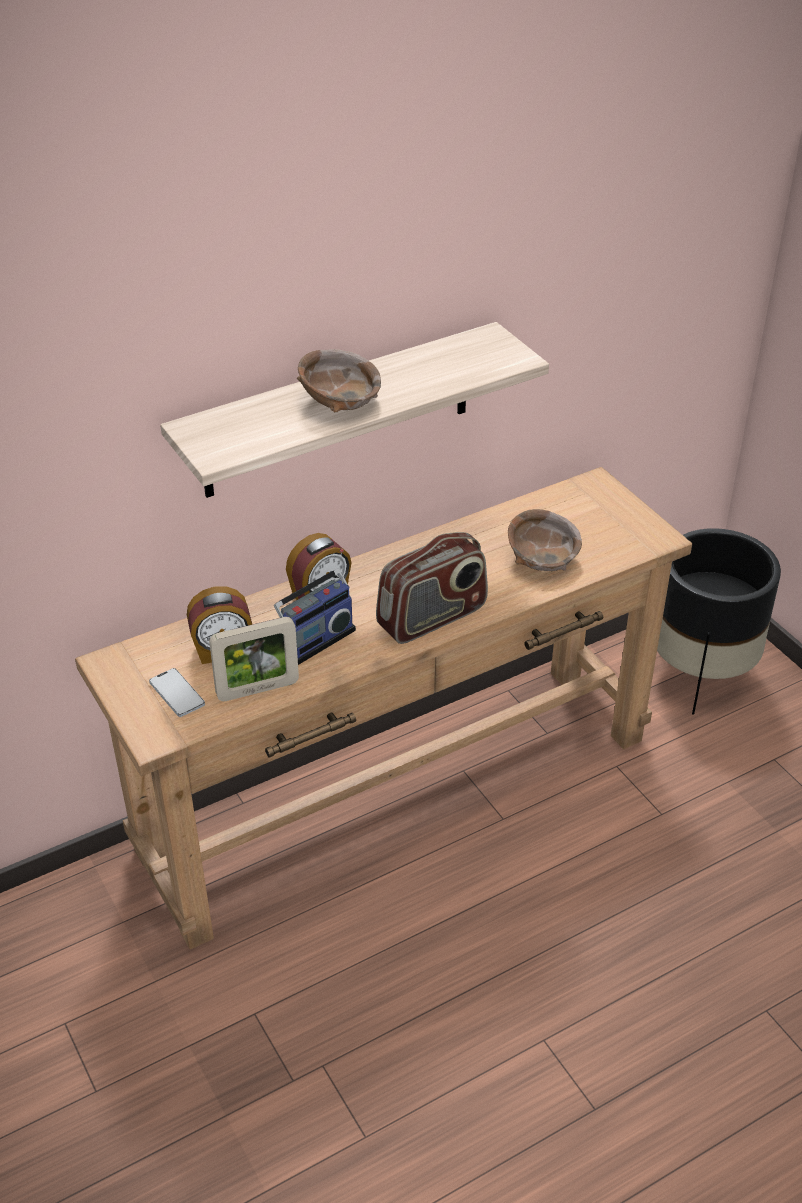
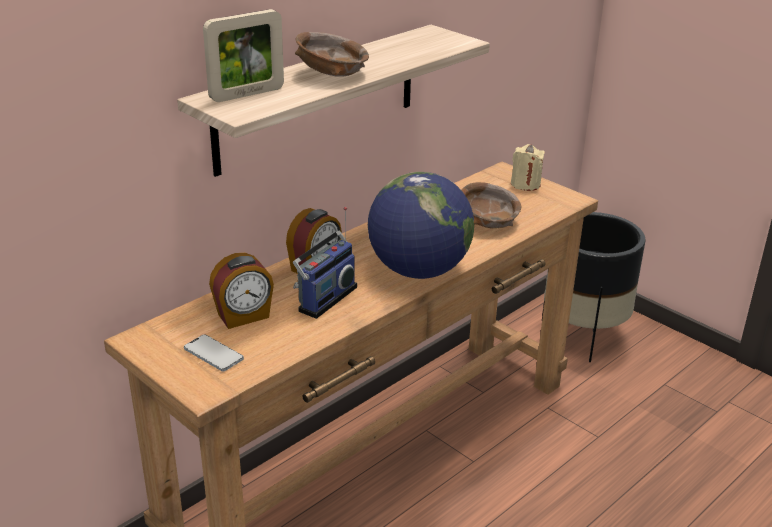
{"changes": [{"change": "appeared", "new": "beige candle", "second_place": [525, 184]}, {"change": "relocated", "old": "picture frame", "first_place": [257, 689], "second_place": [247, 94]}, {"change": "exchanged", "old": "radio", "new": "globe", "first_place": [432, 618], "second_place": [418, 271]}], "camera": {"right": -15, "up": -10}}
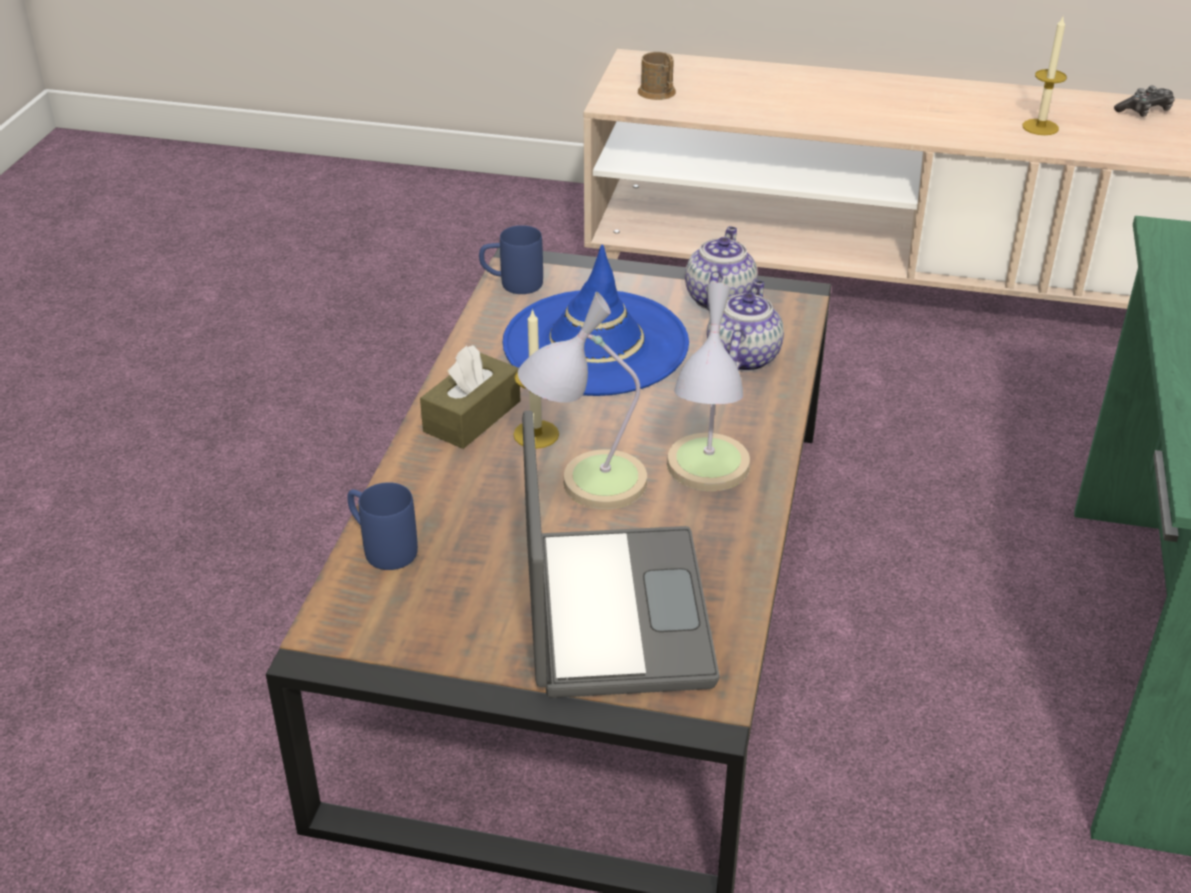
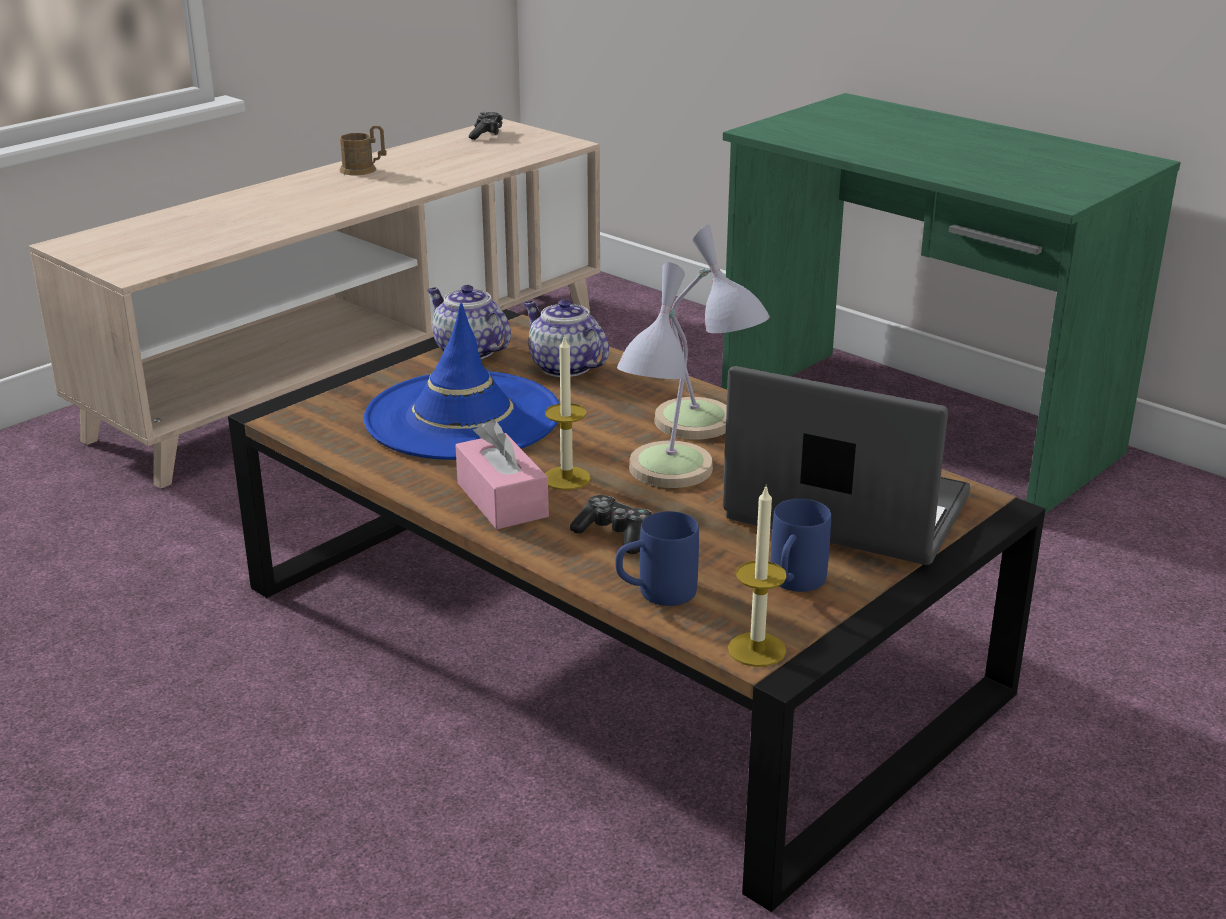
{"changes": [{"change": "appeared", "new": "game controller", "second_place": [615, 534]}, {"change": "relocated", "old": "blue mug", "first_place": [512, 284], "second_place": [793, 584]}, {"change": "relocated", "old": "brown mug", "first_place": [659, 94], "second_place": [363, 170]}, {"change": "relocated", "old": "candle", "first_place": [1040, 127], "second_place": [757, 649]}, {"change": "colour", "old": "brown tissue box", "new": "pink tissue box", "first_place": [472, 416], "second_place": [502, 500]}], "camera": {"right": -60, "up": -10}}
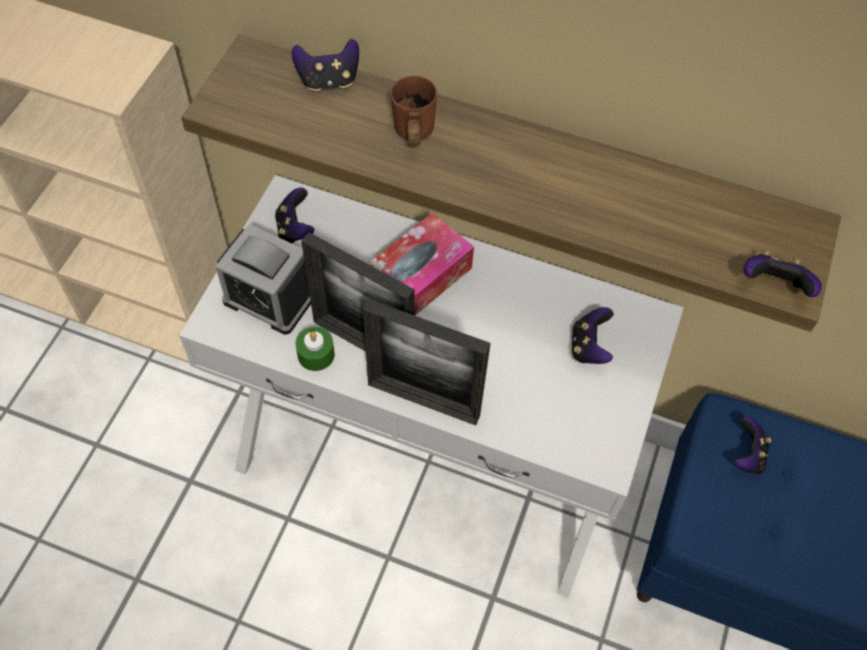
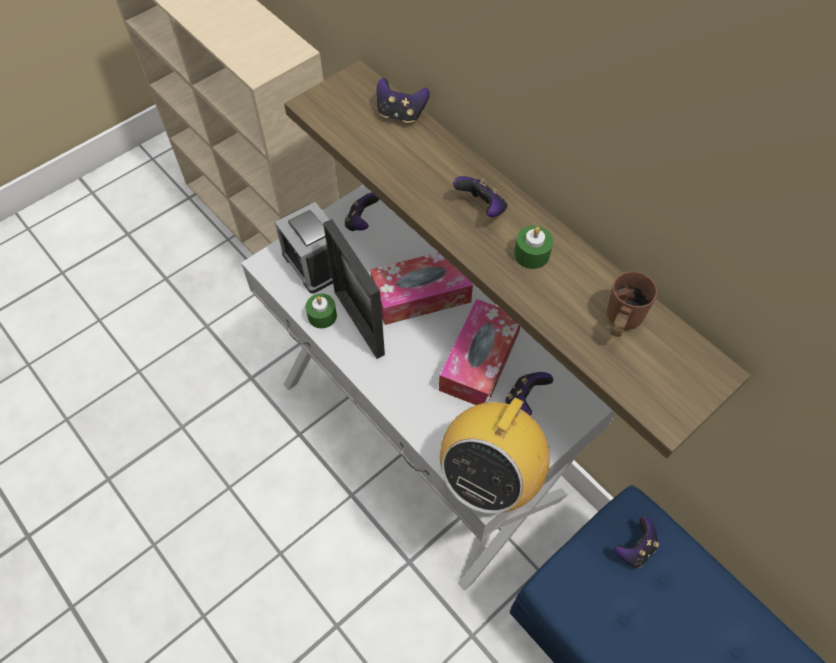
{"changes": [{"change": "missing", "old": "picture frame", "first_place": [423, 400]}, {"change": "appeared", "new": "tissue box", "second_place": [479, 360]}, {"change": "appeared", "new": "radio", "second_place": [489, 476]}, {"change": "appeared", "new": "green candle", "second_place": [531, 254]}, {"change": "relocated", "old": "brown mug", "first_place": [409, 136], "second_place": [616, 321]}, {"change": "relocated", "old": "game controller", "first_place": [774, 286], "second_place": [481, 208]}], "camera": {"right": 30, "up": 0}}
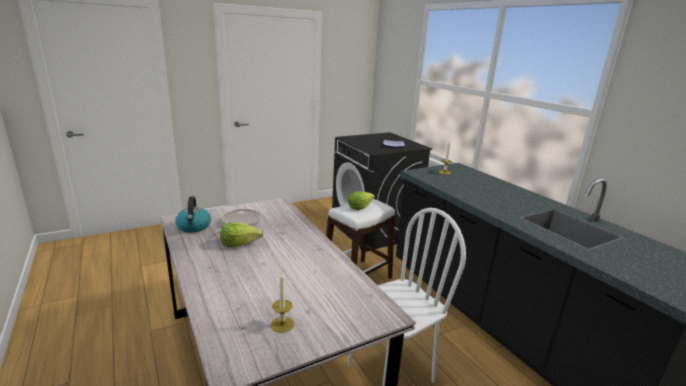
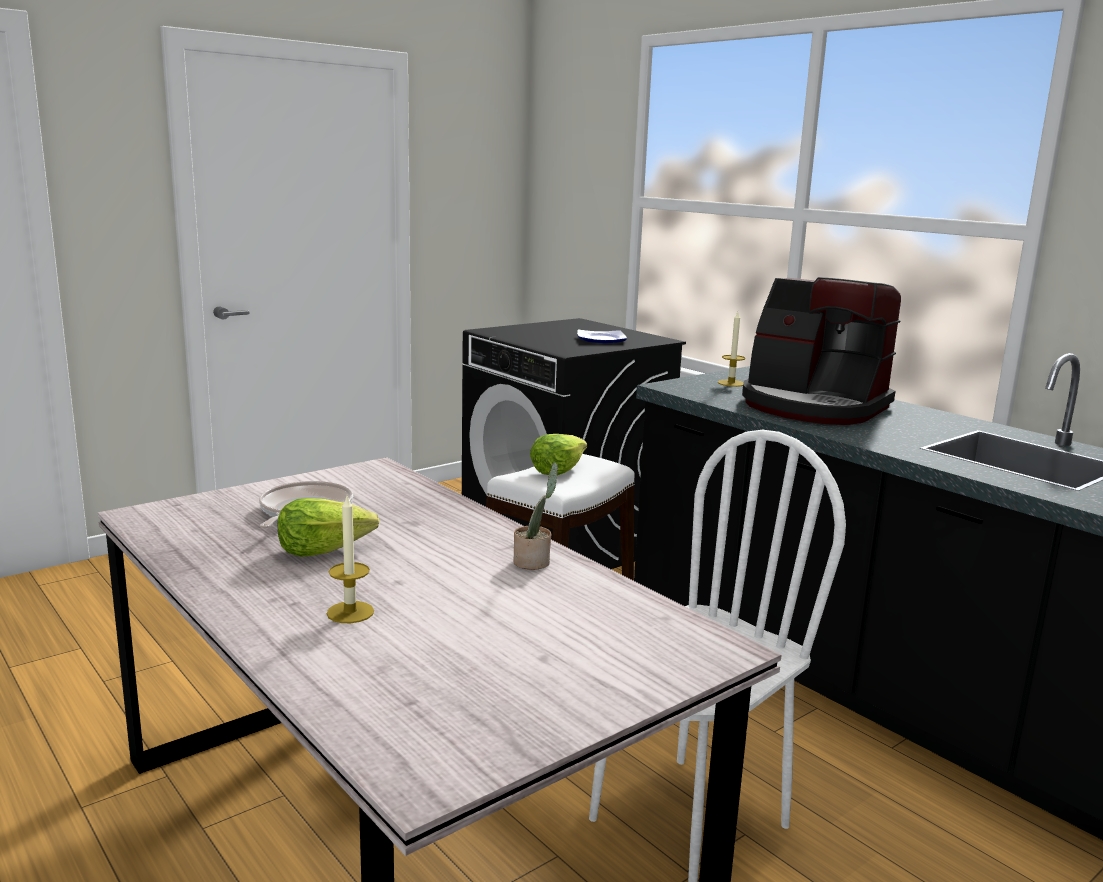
{"changes": [{"change": "missing", "old": "kettle", "first_place": [194, 227]}, {"change": "appeared", "new": "potted plant", "second_place": [534, 562]}, {"change": "appeared", "new": "coffee machine", "second_place": [813, 406]}, {"change": "relocated", "old": "candle", "first_place": [282, 324], "second_place": [350, 612]}], "camera": {"right": -10, "up": -5}}
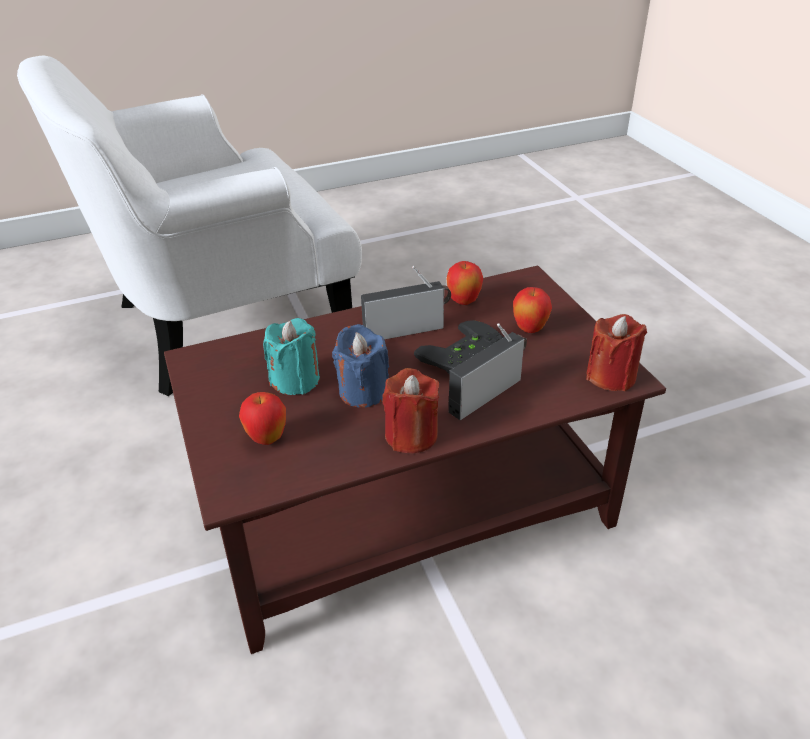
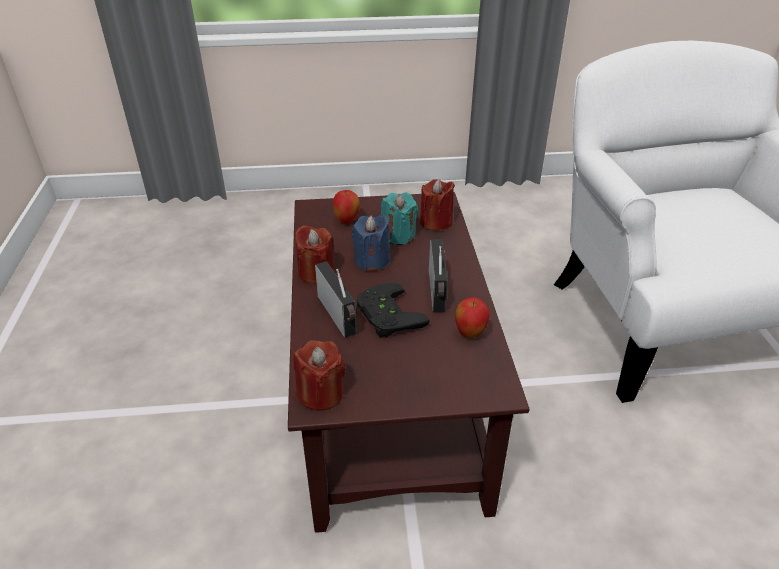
{"changes": [{"change": "missing", "old": "apple", "first_place": [529, 329]}, {"change": "appeared", "new": "red candle", "second_place": [436, 222]}], "camera": {"right": 105, "up": 0}}
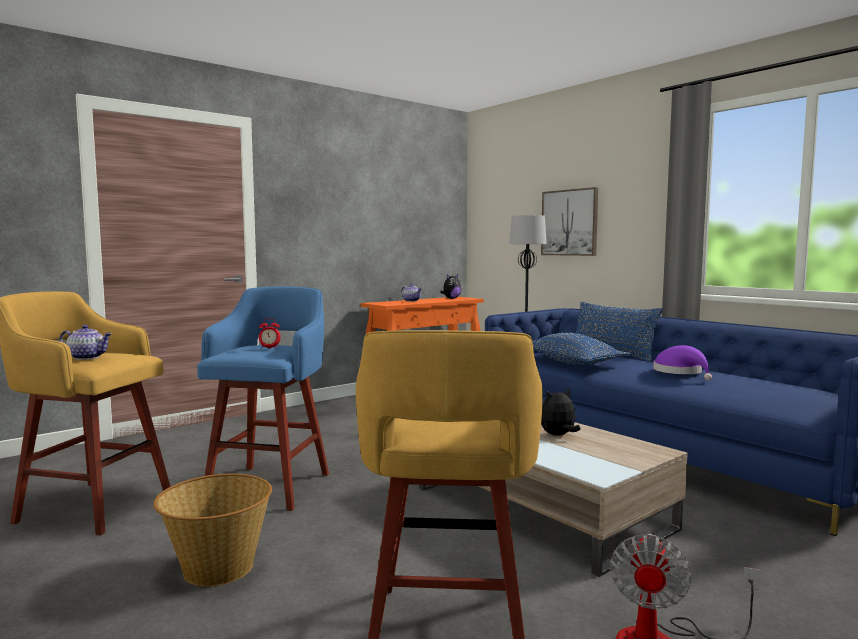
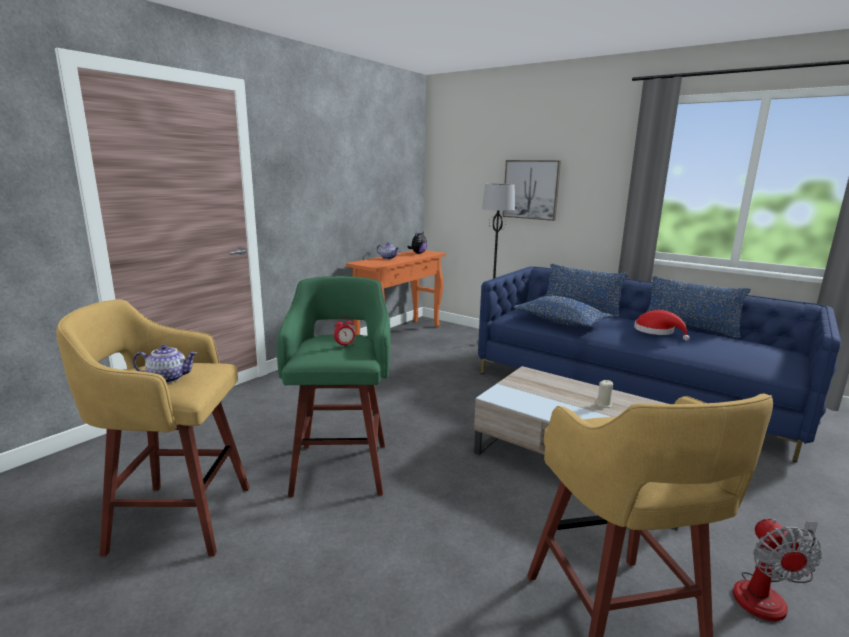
{"changes": [{"change": "missing", "old": "basket", "first_place": [217, 569]}, {"change": "appeared", "new": "blue pillow", "second_place": [690, 328]}, {"change": "exchanged", "old": "plush toy", "new": "beige candle", "first_place": [558, 435], "second_place": [603, 405]}, {"change": "colour", "old": "blue stool", "new": "green stool", "first_place": [271, 485], "second_place": [341, 466]}, {"change": "colour", "old": "purple hat", "new": "red hat", "first_place": [680, 372], "second_place": [657, 331]}], "camera": {"right": -15, "up": 10}}
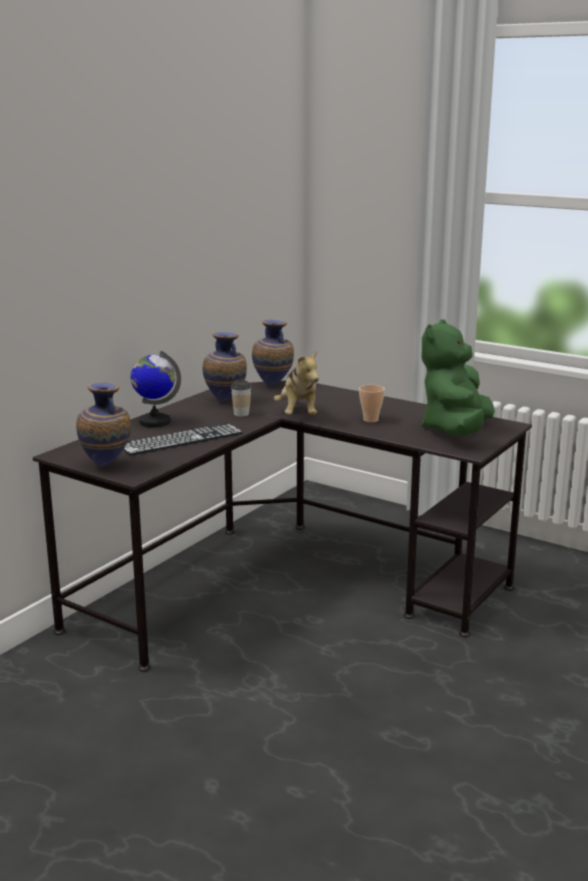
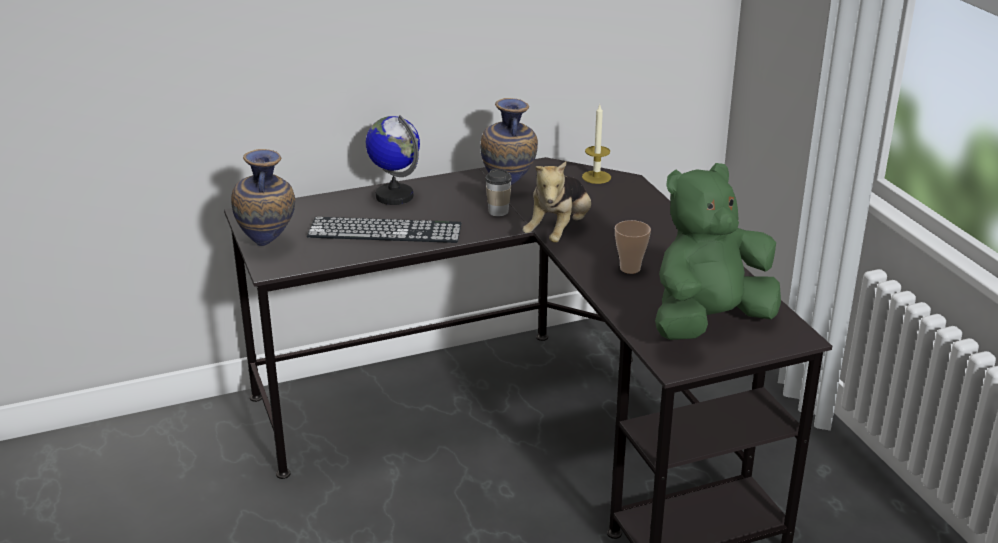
{"changes": [{"change": "exchanged", "old": "vase", "new": "candle", "first_place": [273, 386], "second_place": [596, 177]}], "camera": {"right": 35, "up": 10}}
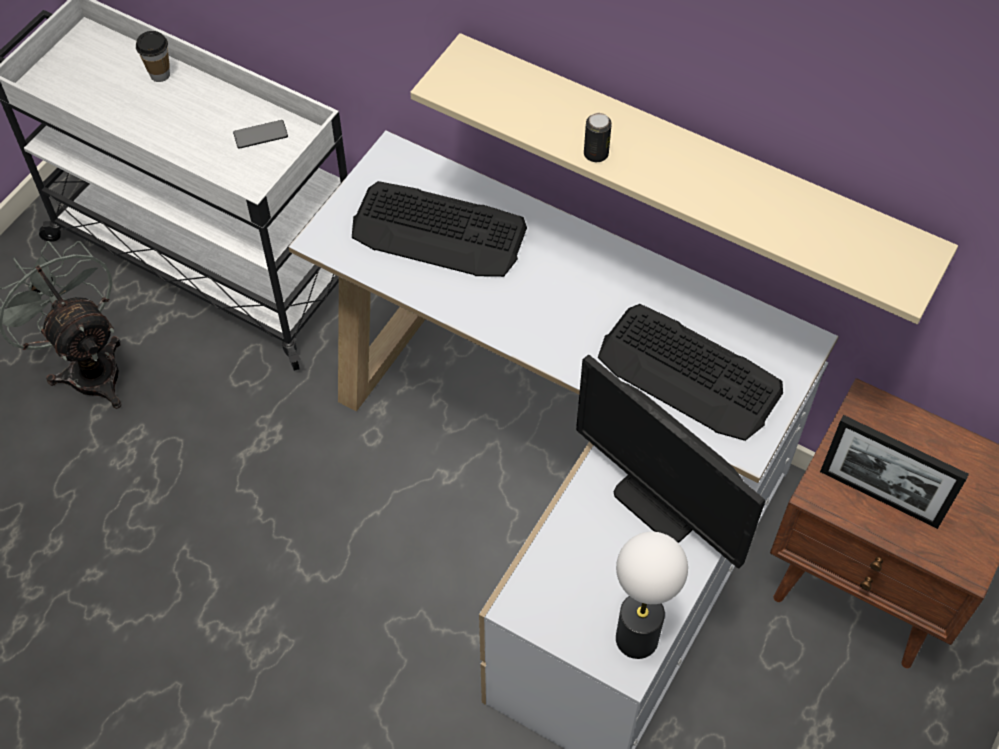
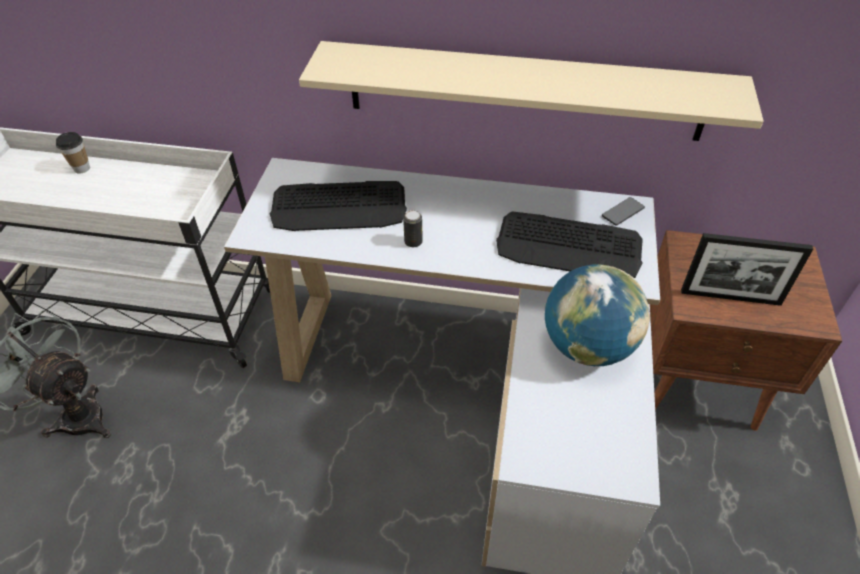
{"changes": [{"change": "missing", "old": "table lamp", "first_place": [636, 639]}, {"change": "relocated", "old": "phone", "first_place": [260, 135], "second_place": [623, 212]}, {"change": "relocated", "old": "can", "first_place": [596, 154], "second_place": [413, 242]}, {"change": "exchanged", "old": "monitor", "new": "globe", "first_place": [660, 502], "second_place": [587, 346]}], "camera": {"right": -20, "up": -10}}
